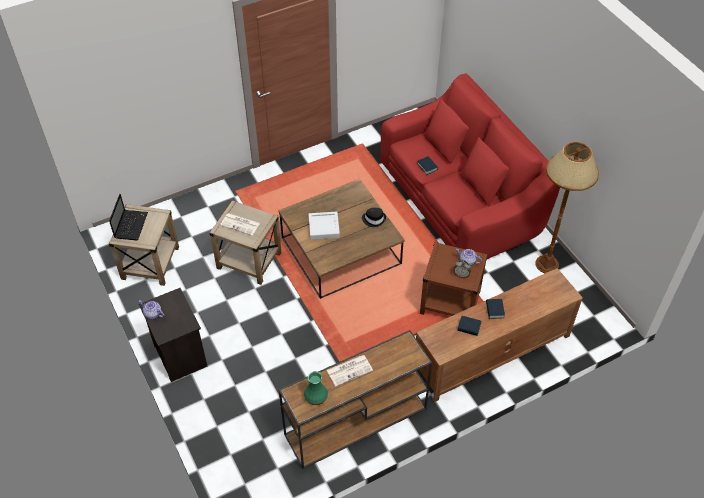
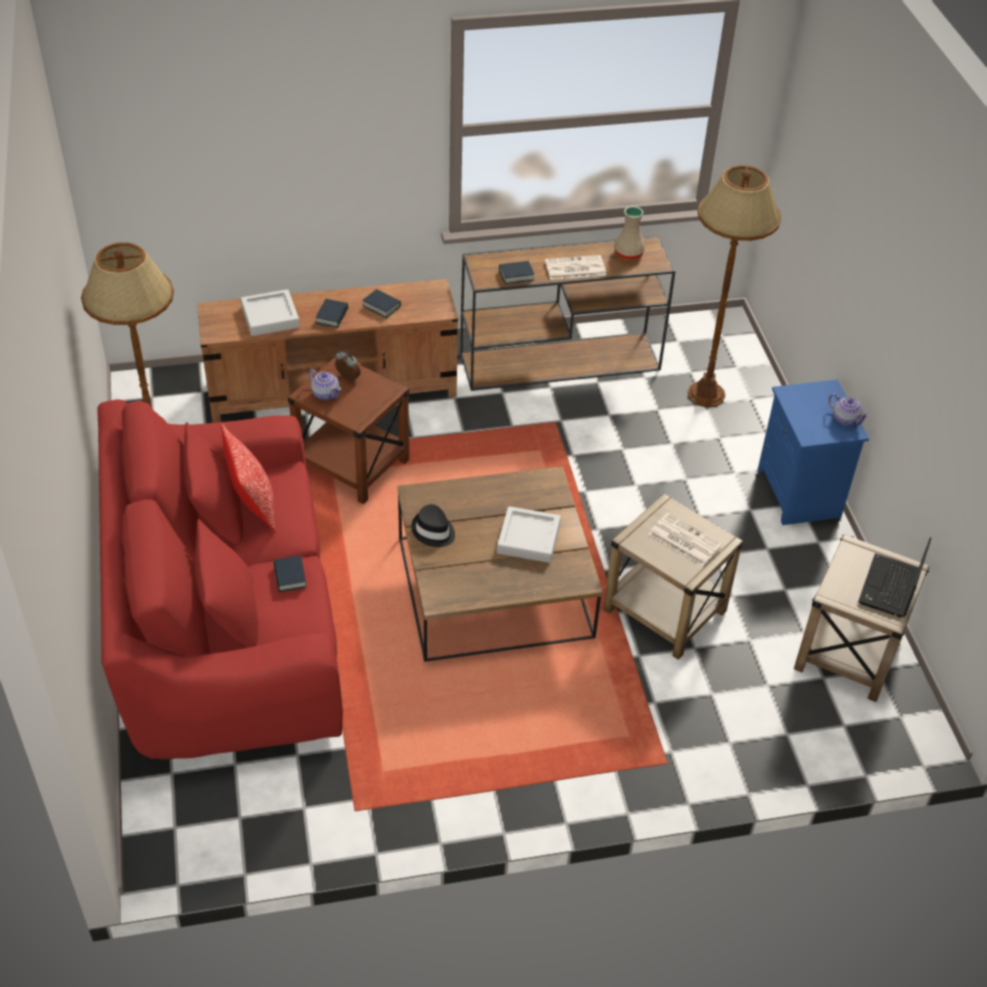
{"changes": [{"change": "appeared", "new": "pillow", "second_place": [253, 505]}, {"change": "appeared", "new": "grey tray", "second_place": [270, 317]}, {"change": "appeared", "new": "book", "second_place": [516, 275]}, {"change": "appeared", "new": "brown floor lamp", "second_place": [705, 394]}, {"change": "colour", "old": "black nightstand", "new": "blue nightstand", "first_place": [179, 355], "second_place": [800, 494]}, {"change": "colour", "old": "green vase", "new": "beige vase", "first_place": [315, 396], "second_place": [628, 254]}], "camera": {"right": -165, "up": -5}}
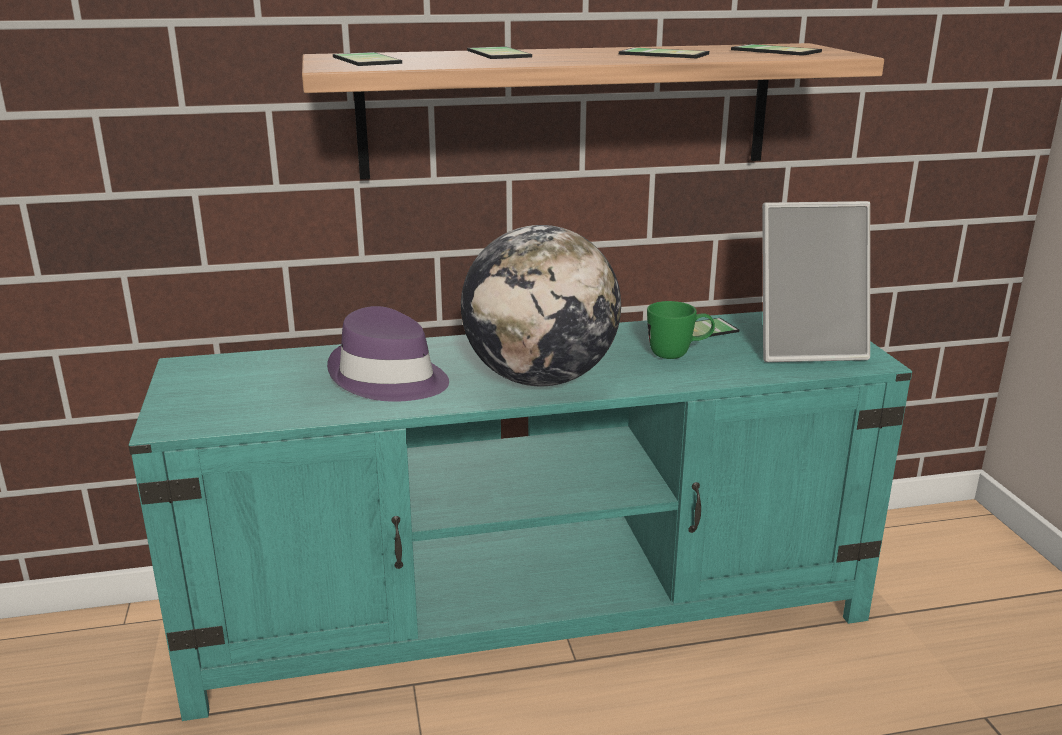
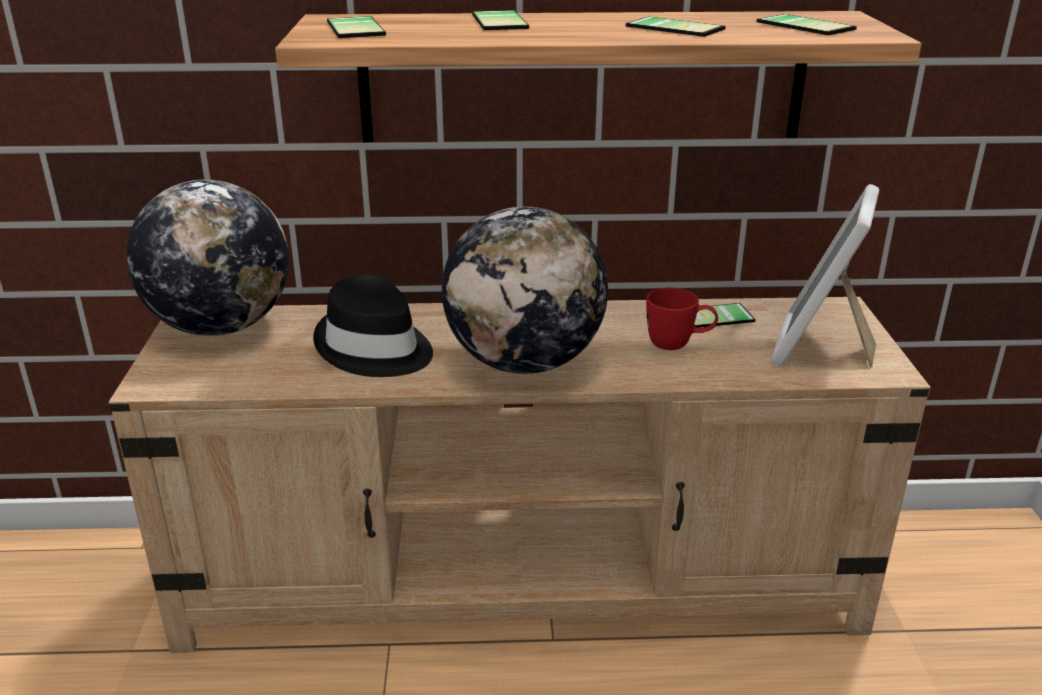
{"changes": [{"change": "appeared", "new": "globe", "second_place": [221, 327]}, {"change": "colour", "old": "turquoise tv stand", "new": "beige tv stand", "first_place": [533, 612], "second_place": [523, 582]}, {"change": "colour", "old": "purple hat", "new": "black hat", "first_place": [388, 378], "second_place": [374, 349]}, {"change": "colour", "old": "green mug", "new": "red mug", "first_place": [678, 355], "second_place": [678, 345]}, {"change": "spun", "old": "picture frame", "first_place": [806, 348], "second_place": [821, 348], "degrees": 105}], "camera": {"right": 10, "up": 5}}
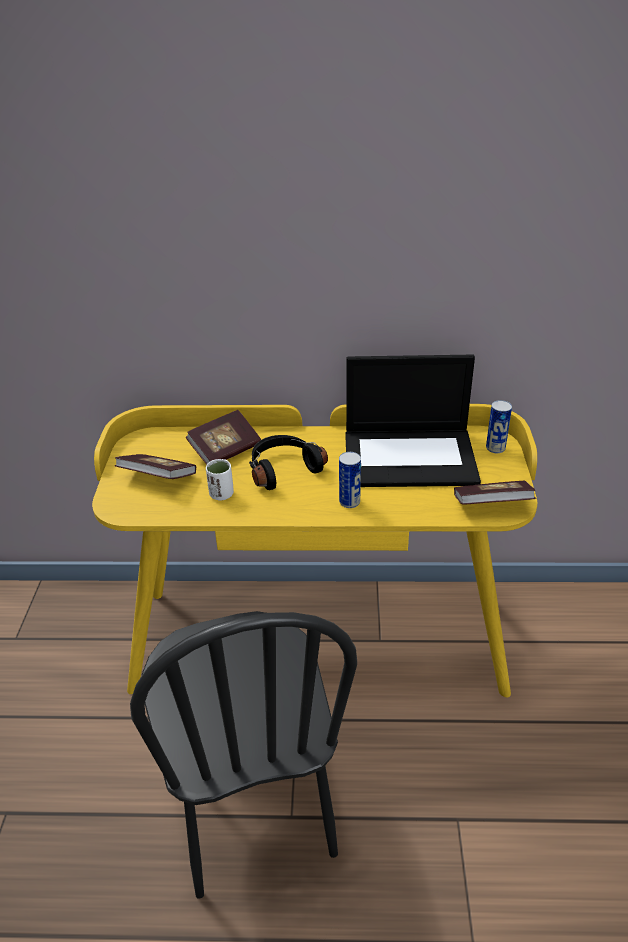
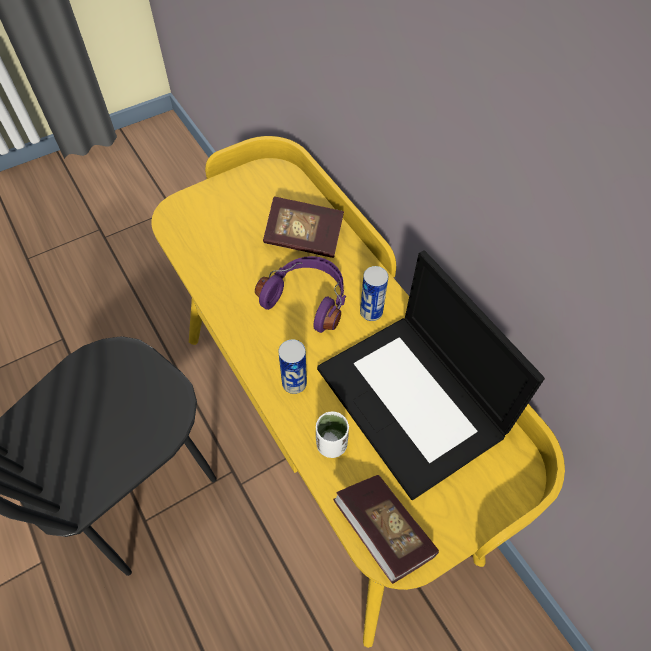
{"changes": [{"change": "missing", "old": "book", "first_place": [158, 478]}, {"change": "relocated", "old": "white cup", "first_place": [221, 494], "second_place": [331, 444]}, {"change": "relocated", "old": "can", "first_place": [495, 448], "second_place": [371, 312]}, {"change": "colour", "old": "black headphones", "new": "purple headphones", "first_place": [283, 469], "second_place": [307, 299]}], "camera": {"right": 55, "up": 20}}
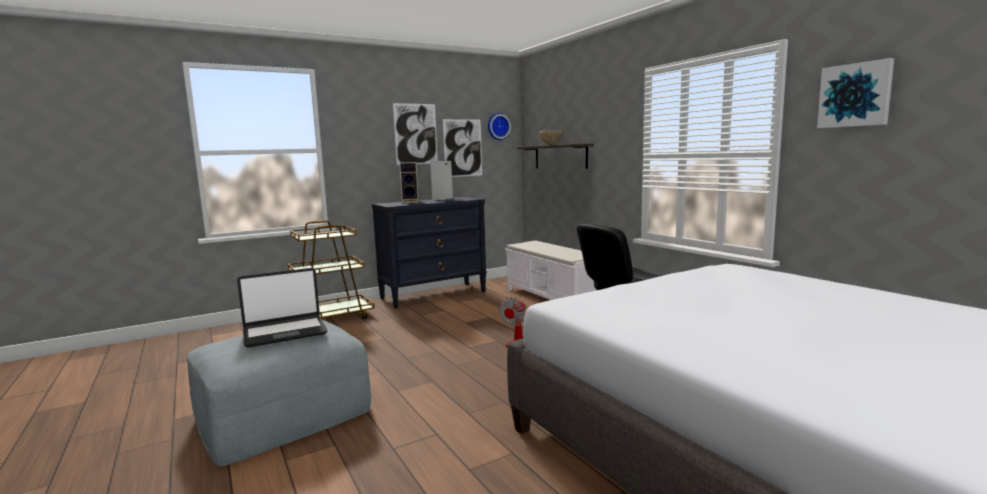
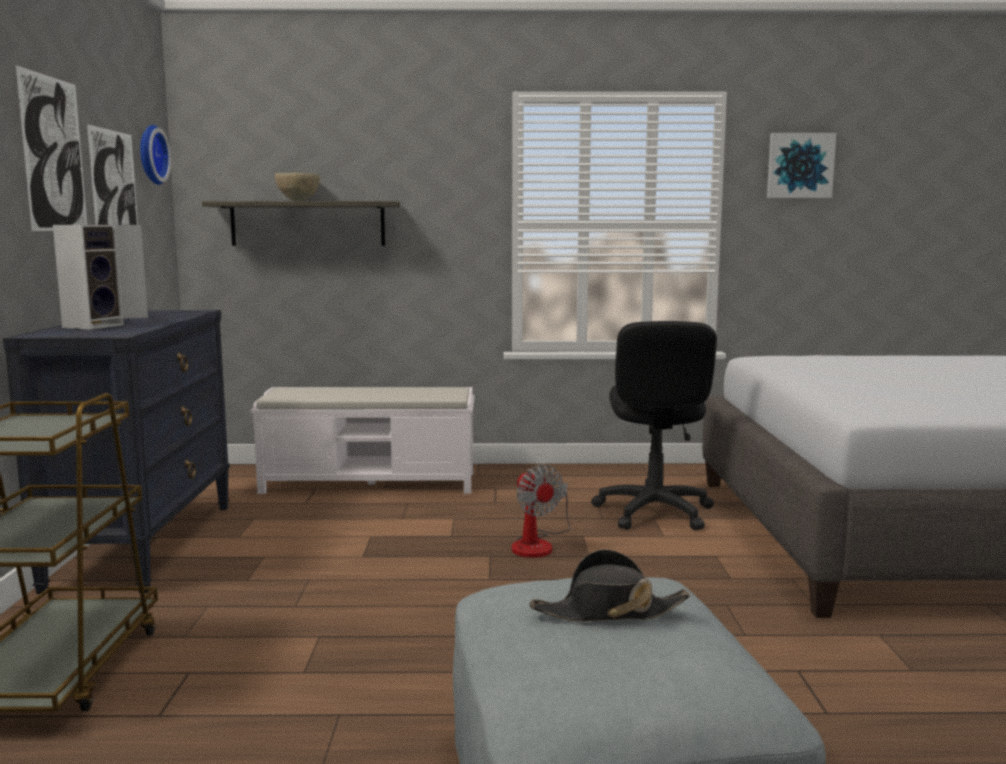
{"changes": [{"change": "exchanged", "old": "laptop", "new": "black hat", "first_place": [285, 332], "second_place": [609, 611]}], "camera": {"right": -60, "up": 0}}
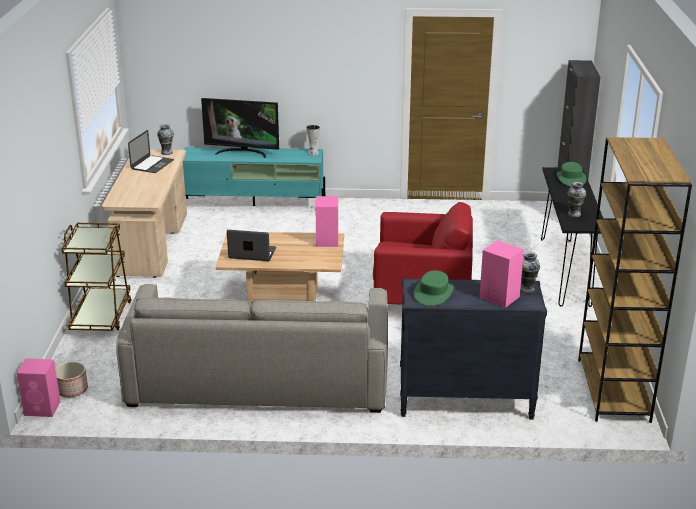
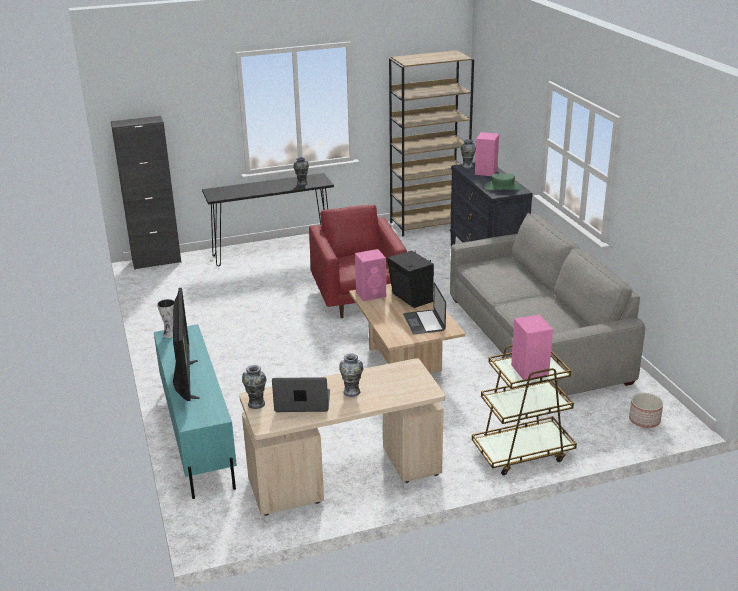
{"changes": [{"change": "missing", "old": "green hat", "first_place": [571, 179]}, {"change": "appeared", "new": "vase", "second_place": [352, 392]}, {"change": "appeared", "new": "black speaker", "second_place": [411, 298]}, {"change": "relocated", "old": "pink speaker", "first_place": [43, 408], "second_place": [529, 370]}], "camera": {"right": -110, "up": 0}}
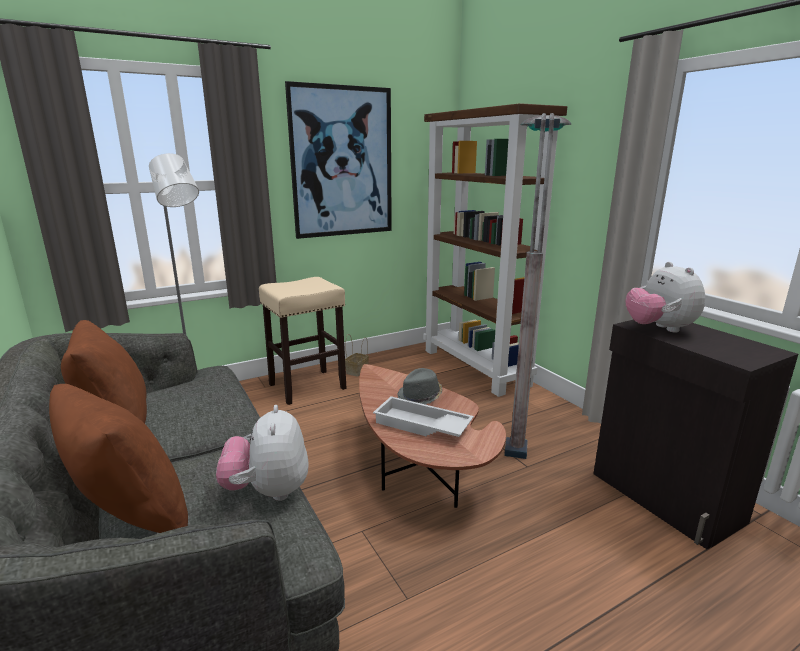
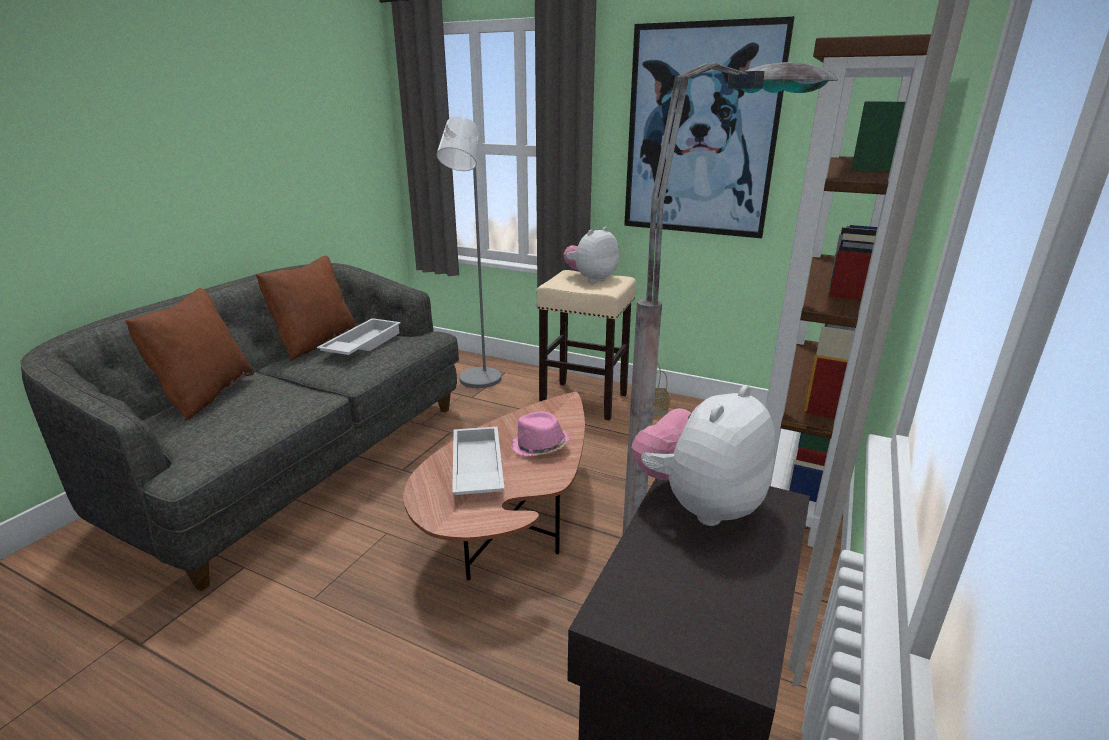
{"changes": [{"change": "appeared", "new": "white tray", "second_place": [361, 344]}, {"change": "relocated", "old": "plush toy", "first_place": [268, 491], "second_place": [591, 279]}, {"change": "colour", "old": "grey hat", "new": "pink hat", "first_place": [420, 397], "second_place": [539, 447]}], "camera": {"right": 55, "up": 5}}
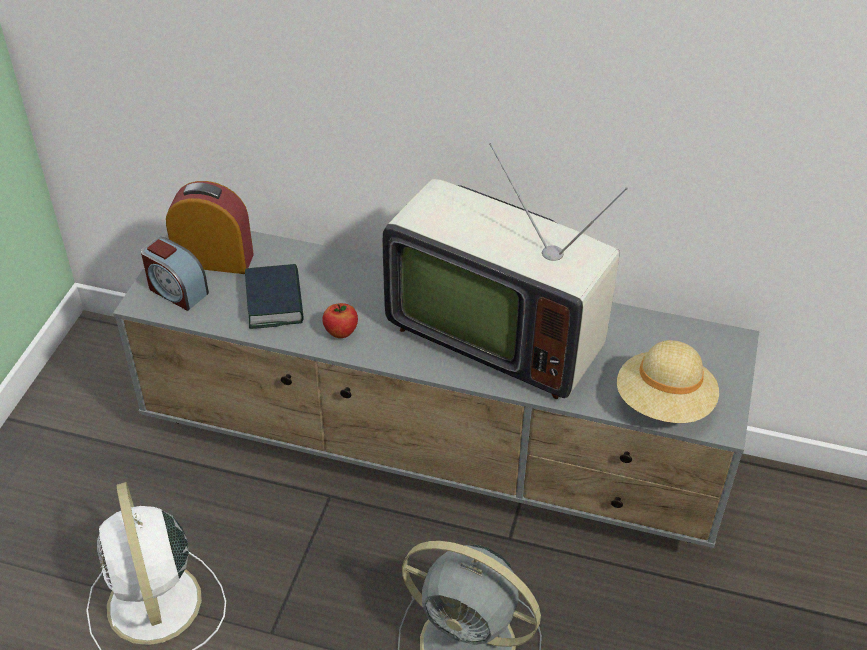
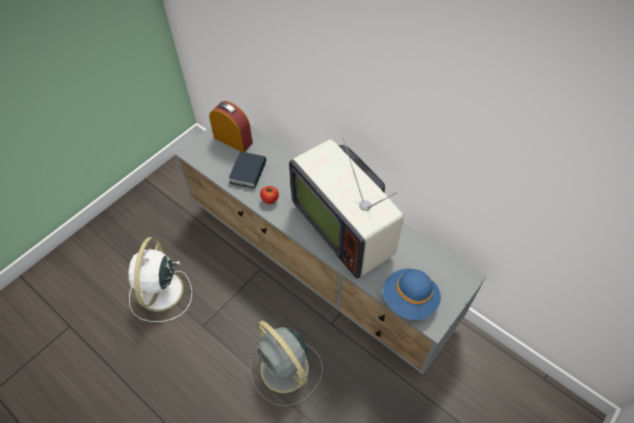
{"changes": [{"change": "missing", "old": "alarm clock", "first_place": [177, 291]}, {"change": "colour", "old": "beige hat", "new": "blue hat", "first_place": [664, 403], "second_place": [409, 300]}], "camera": {"right": 25, "up": 10}}
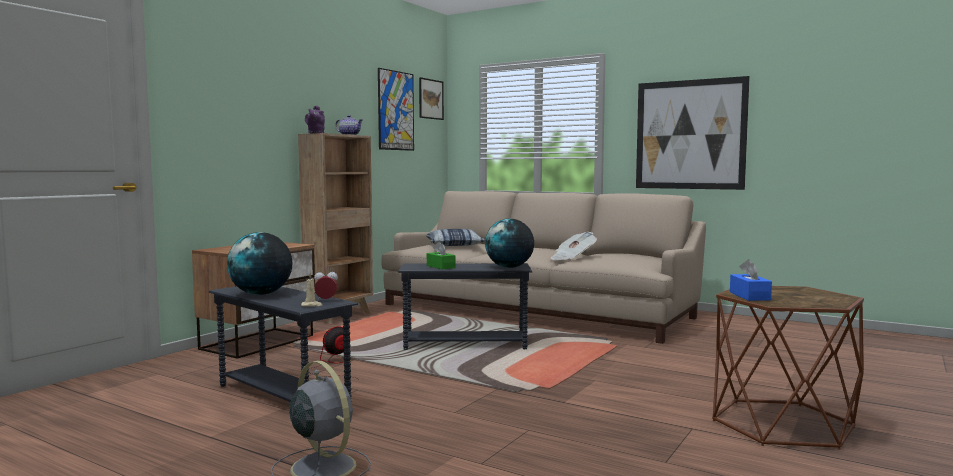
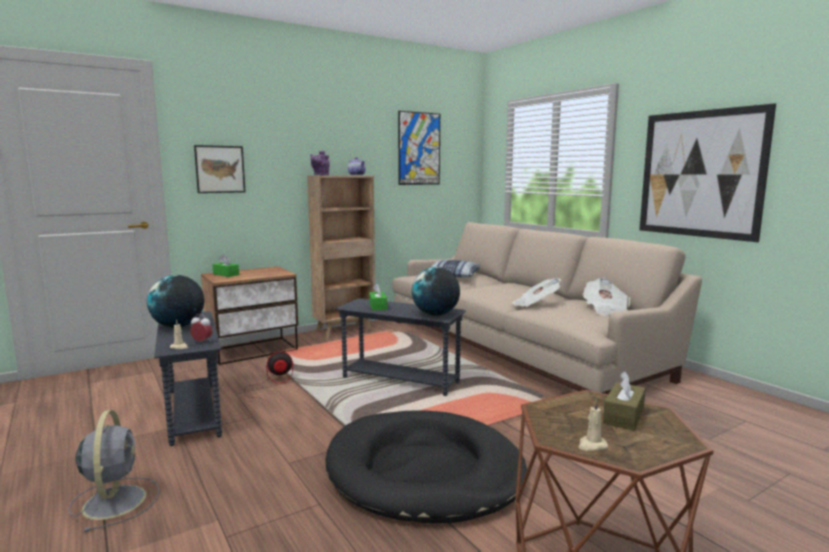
{"changes": [{"change": "missing", "old": "blue tissue box", "first_place": [749, 296]}, {"change": "appeared", "new": "green tissue box", "second_place": [226, 274]}, {"change": "appeared", "new": "black dog bed", "second_place": [424, 471]}, {"change": "appeared", "new": "beige candle", "second_place": [591, 445]}, {"change": "appeared", "new": "newspaper", "second_place": [605, 309]}, {"change": "appeared", "new": "brown tissue box", "second_place": [623, 416]}, {"change": "relocated", "old": "picture", "first_place": [430, 99], "second_place": [220, 169]}], "camera": {"right": 25, "up": 5}}
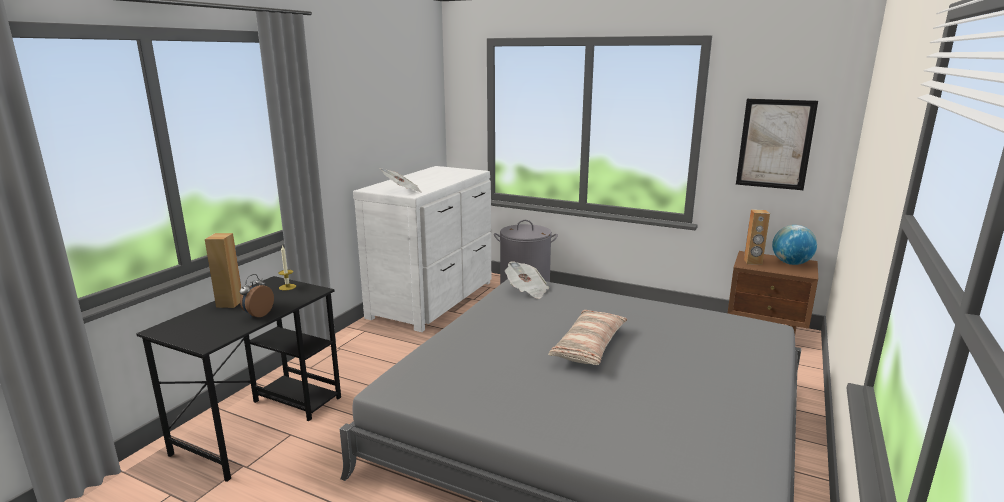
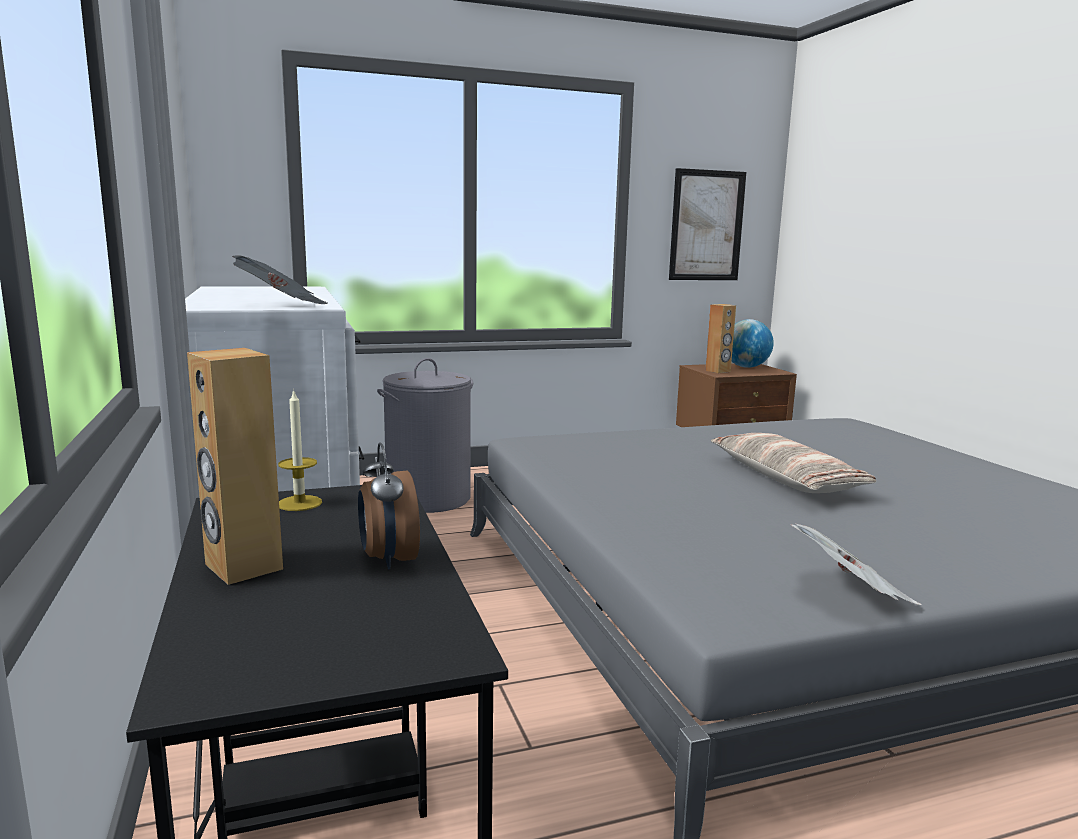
{"changes": [{"change": "relocated", "old": "newspaper", "first_place": [527, 291], "second_place": [850, 594]}], "camera": {"right": -45, "up": -5}}
